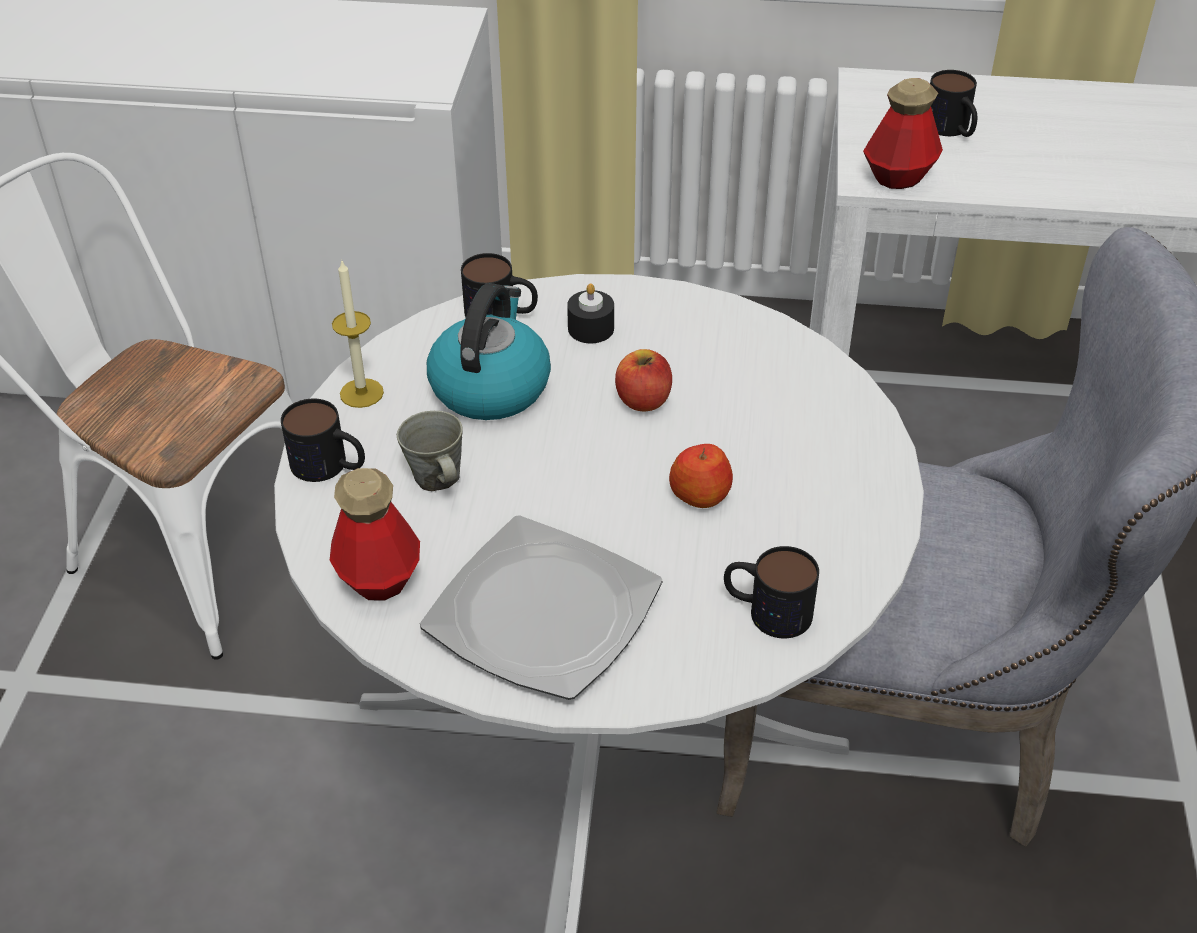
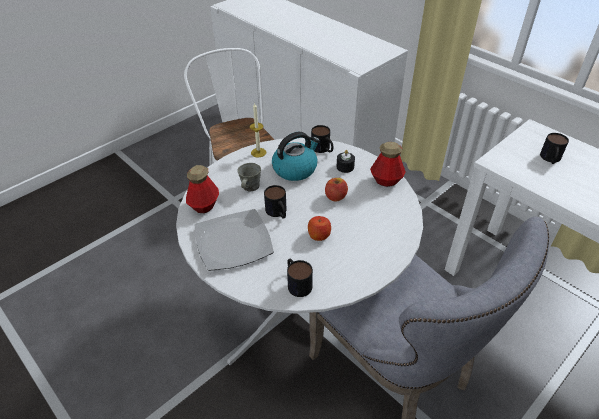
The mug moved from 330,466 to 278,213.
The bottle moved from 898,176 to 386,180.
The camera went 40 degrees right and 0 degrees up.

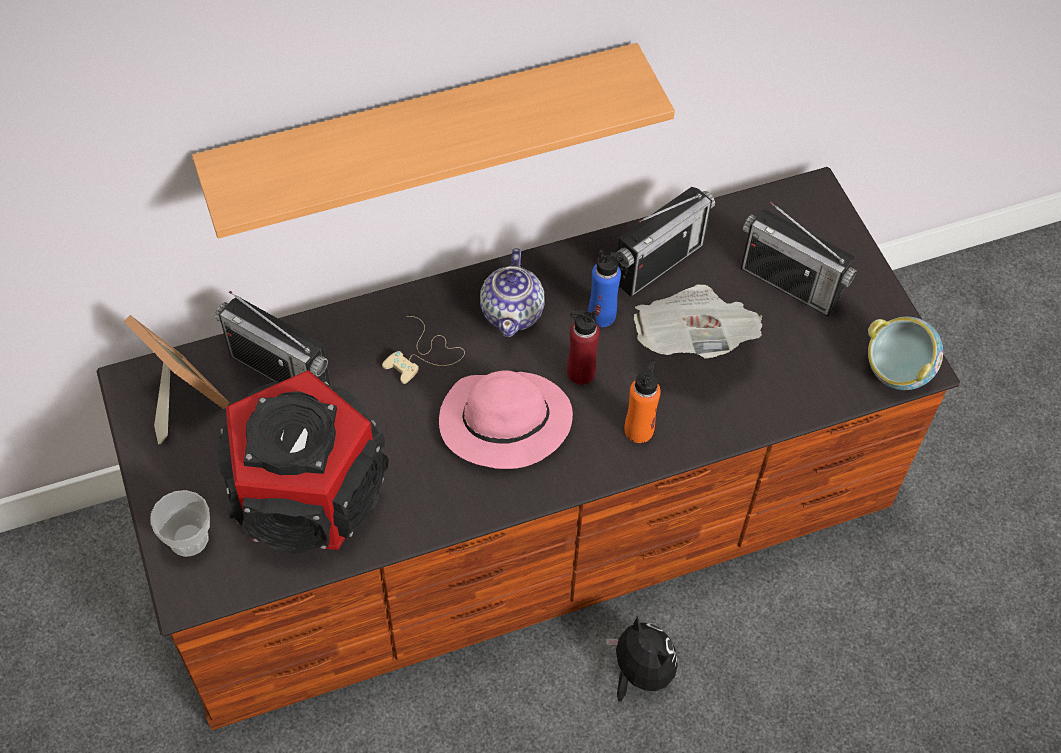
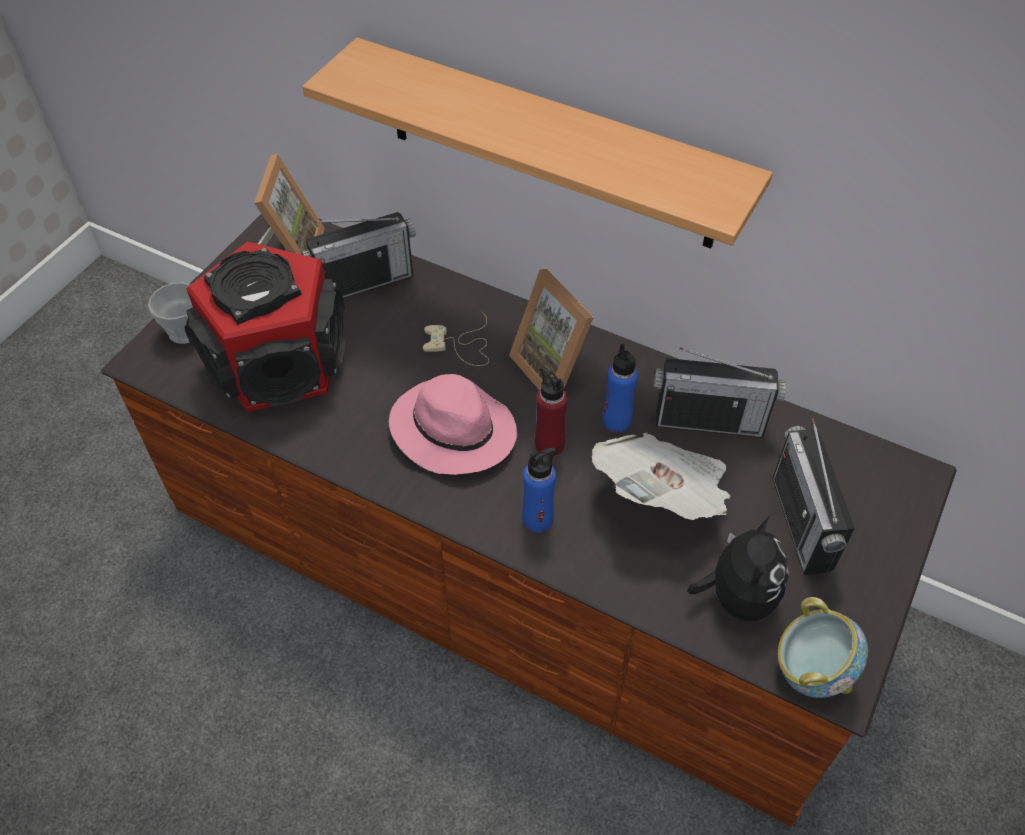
The radio_set at 280,371 turned 105 degrees counterclockwise.
The teapot at 513,312 was replaced by the standing_frame at 556,367.
The cuddly_toy moved from 639,672 to 737,596.
The orange-coloured_bottle at 639,430 became the bluish_bottle at 538,519.
The camera went 50 degrees right and 5 degrees down.

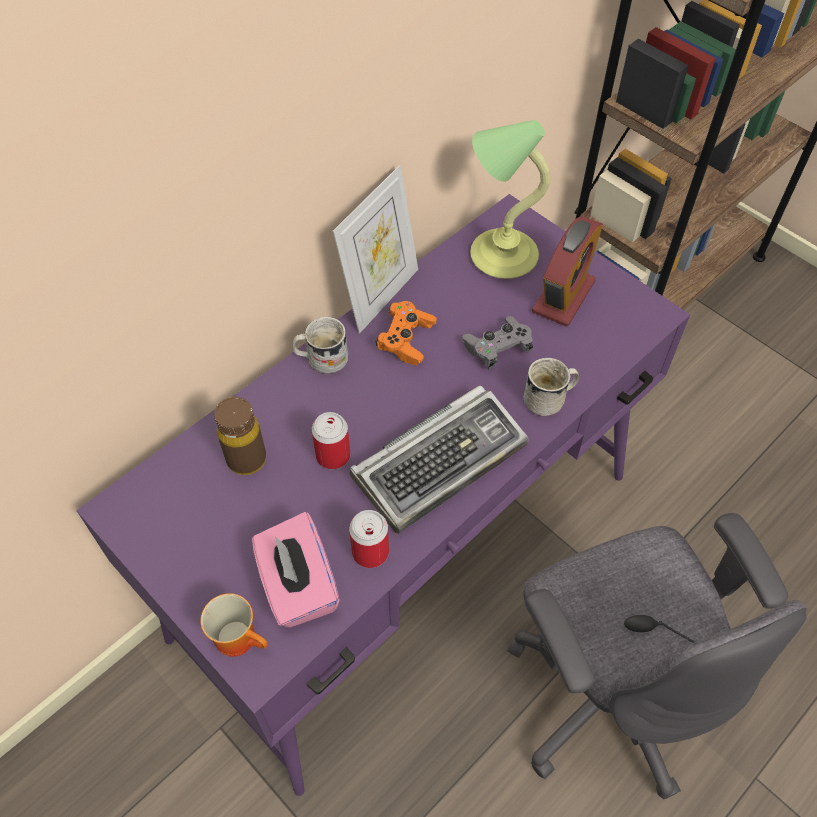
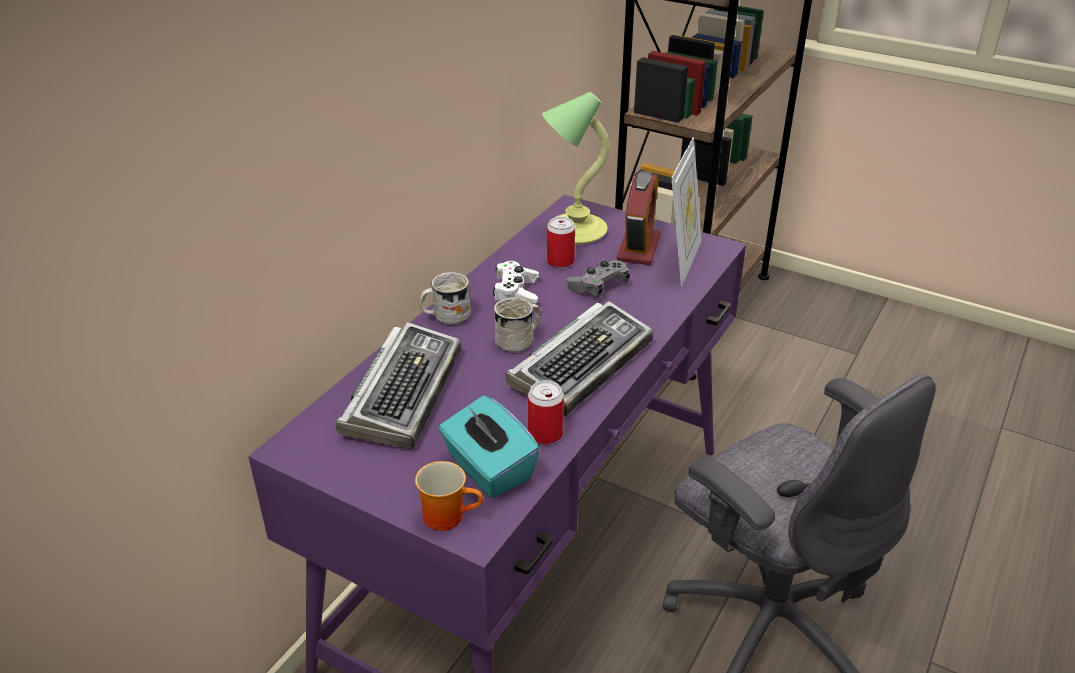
The brown_bottle at 246,459 was replaced by the computer_keyboard at 403,392.
The pink_tissue_box at 298,586 became the turquoise_tissue_box at 488,469.
The metal_can moved from 333,455 to 560,261.
The standing_frame moved from 380,296 to 682,261.
The orange-coloured_gamepad at 406,340 became the whitish_gamepad at 516,293.
The whitish_mug moved from 550,399 to 520,340.
The camera went 15 degrees left and 20 degrees down.

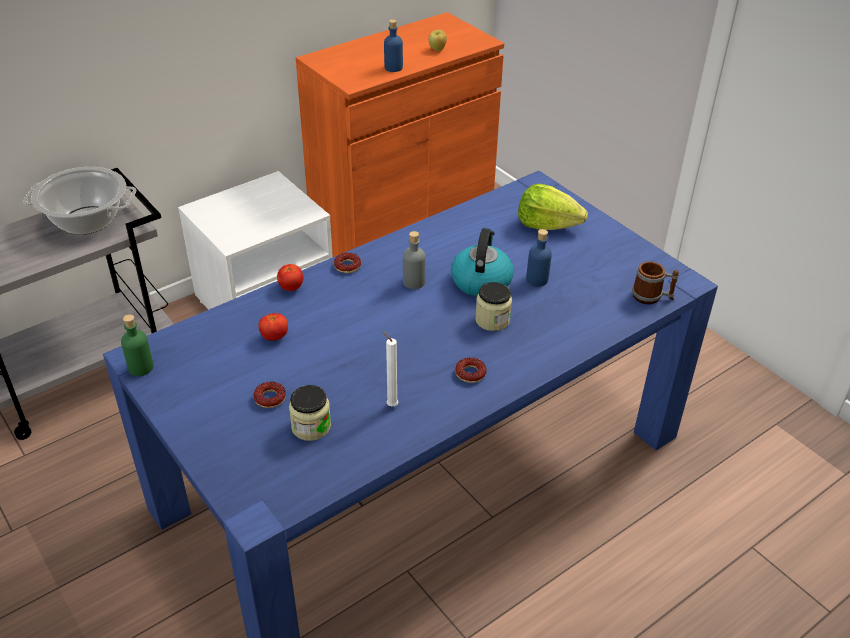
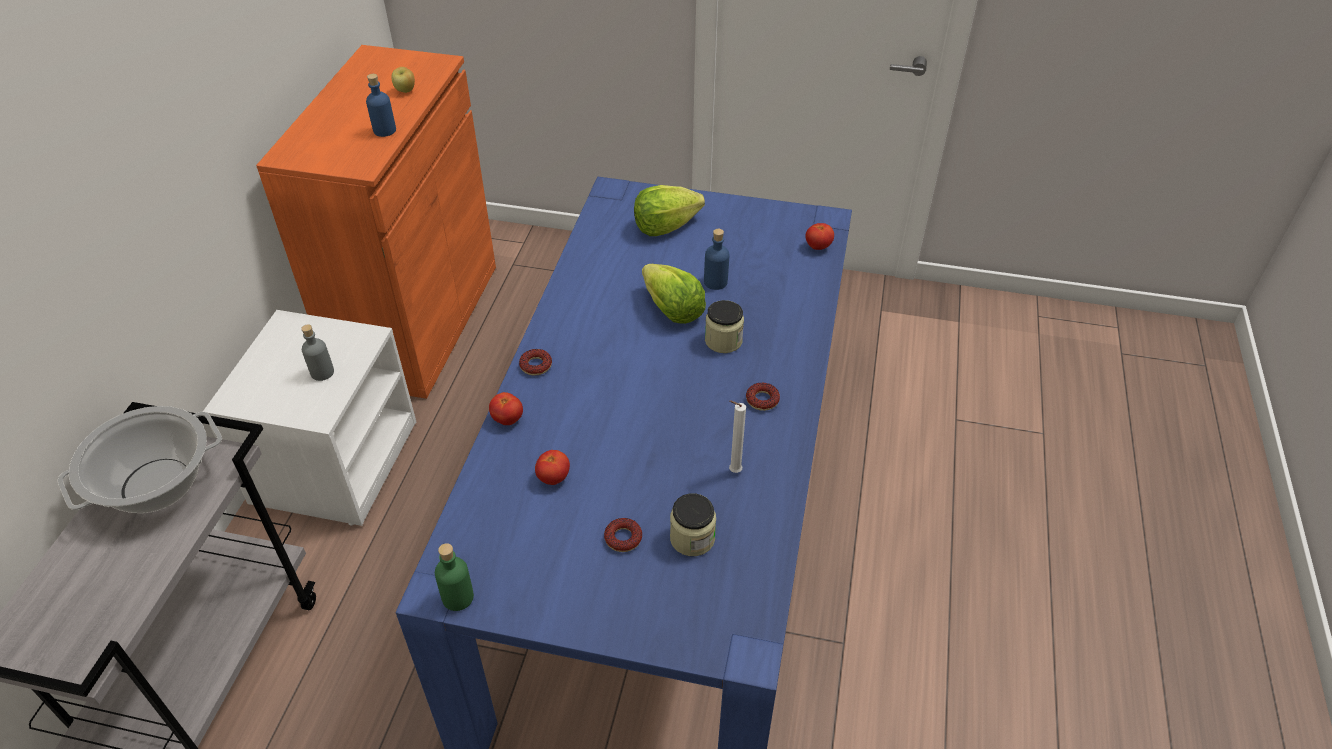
The greyish_bottle moved from 414,282 to 322,372.
The tea_kettle at 481,281 was replaced by the lettuce_head at 672,310.
The mug at 652,297 was replaced by the tomato at 818,246.
The camera went 40 degrees left and 5 degrees up.

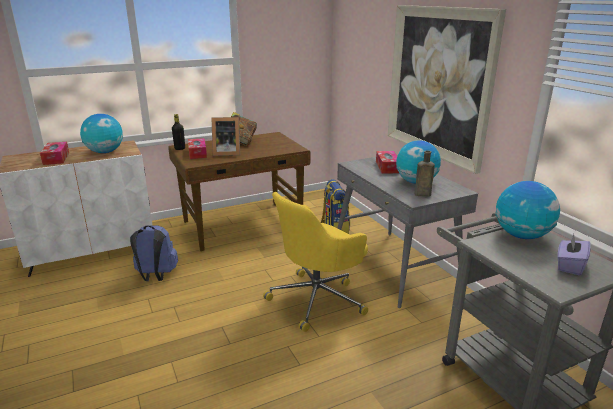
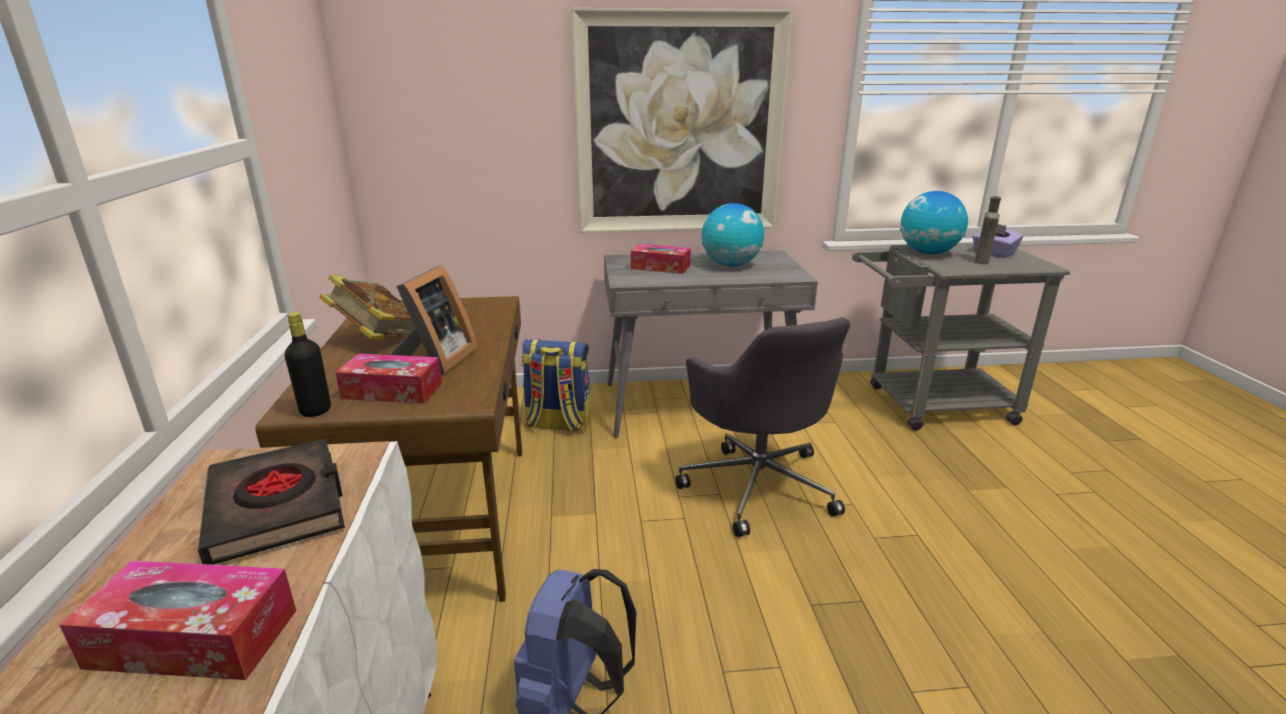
The globe at 105,152 was replaced by the black_bound_book at 277,506.
The yellowish_office_chair at 317,299 became the greyish_office_chair at 758,484.
The brown_bottle moved from 421,194 to 981,261.
The camera went 70 degrees left and 0 degrees up.

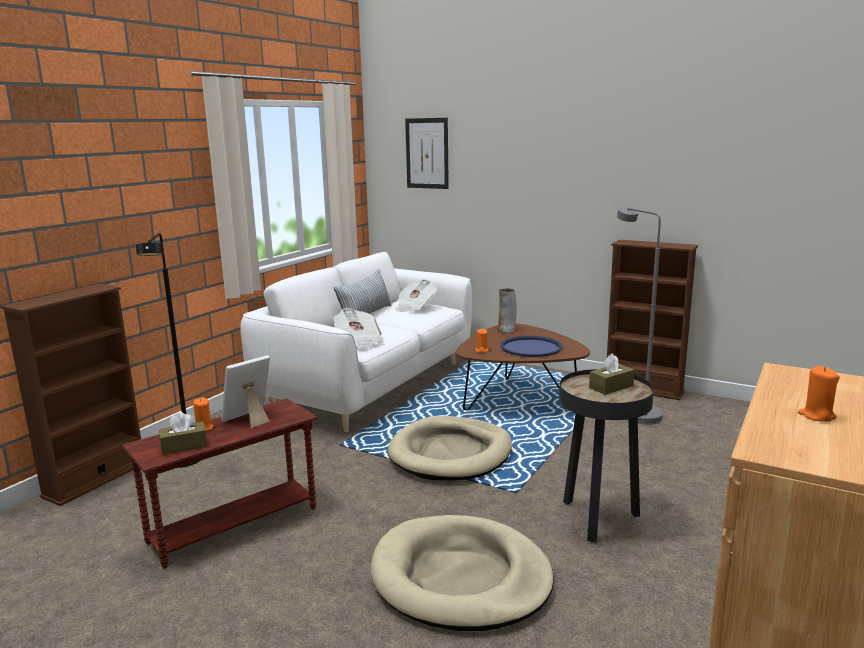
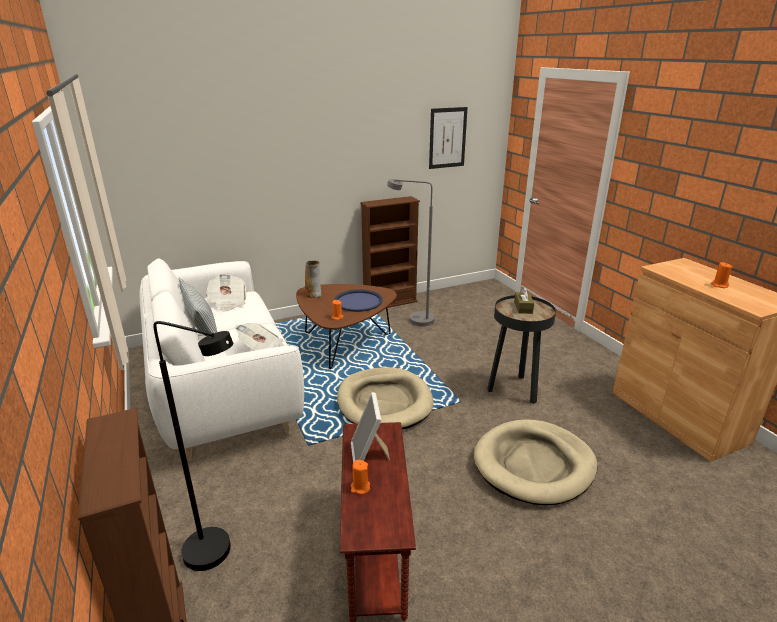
The brown_tissue_box at 184,446 disappeared.
The wall_art moved from 427,153 to 447,138.
The camera went 55 degrees left and 10 degrees up.

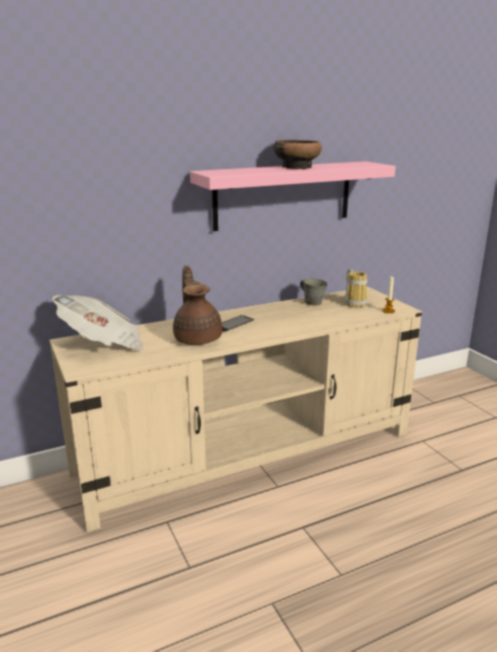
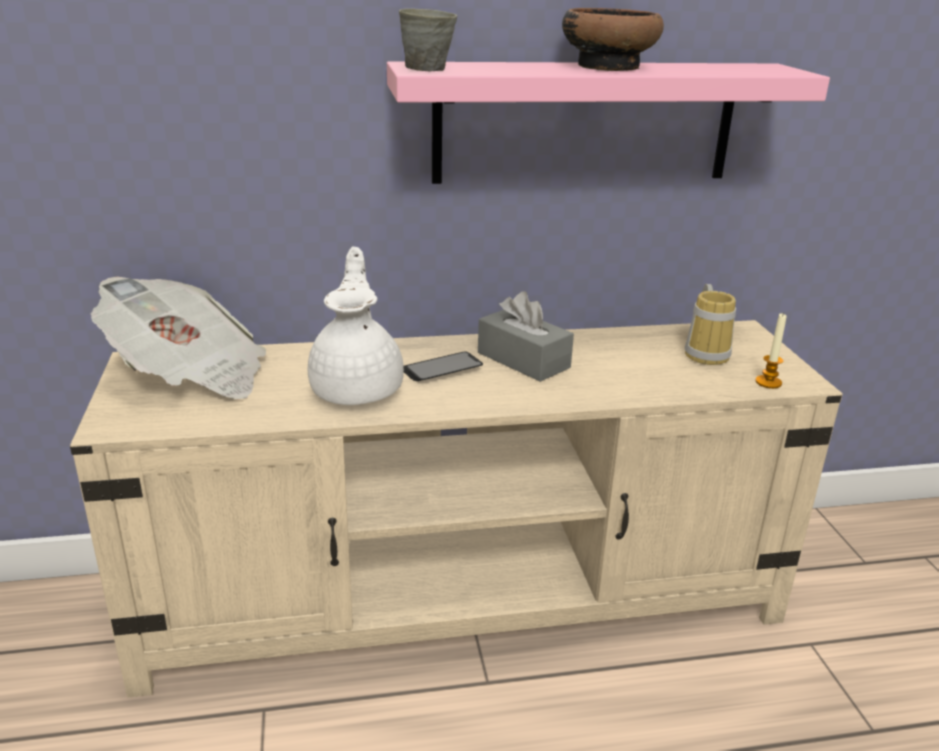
The brown_teapot at 198,338 became the whitish_teapot at 358,388.
The greyish_mug moved from 312,302 to 425,68.
The greyish_tissue_box at 523,360 appeared.
The camera went 15 degrees right and 5 degrees up.

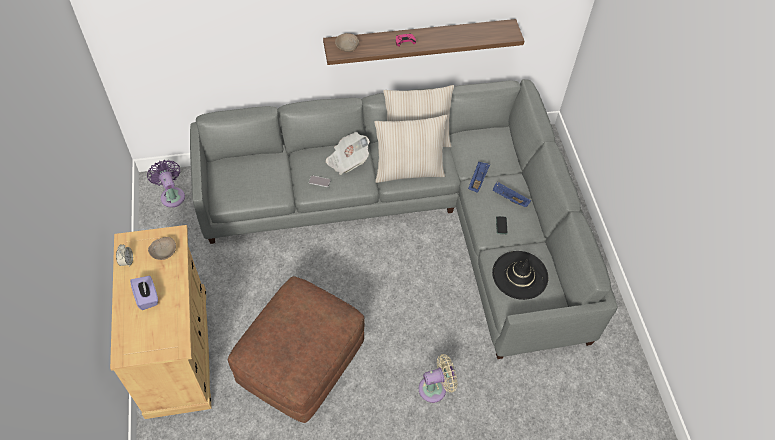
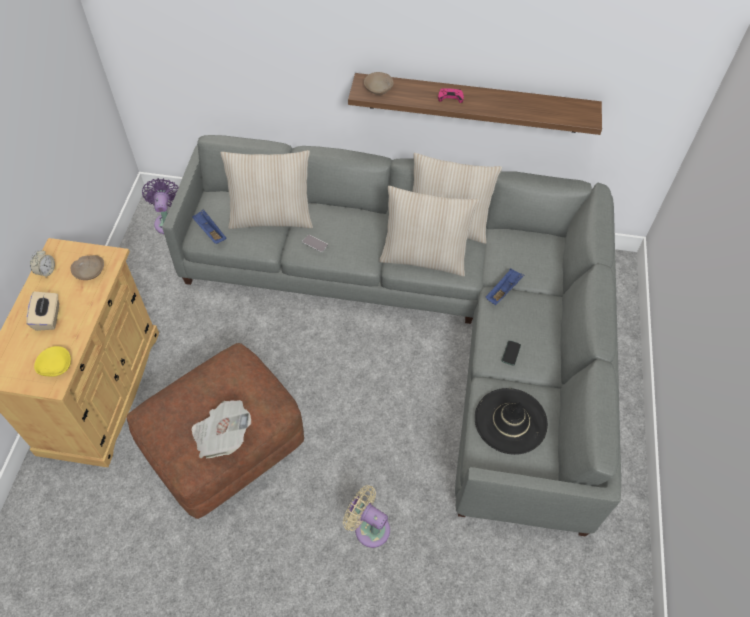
The purple-coloured_tissue_box at 147,297 became the beige-coloured_tissue_box at 48,318.
The newspaper moved from 347,160 to 222,436.
The beige-coloured_fan at 435,388 turned 150 degrees counterclockwise.
The bluish_tray moved from 509,199 to 210,232.
The yellowish_serving_bowl at 56,366 appeared.
The beige-coloured_pillow at 271,217 appeared.
The camera went 20 degrees right and 0 degrees up.

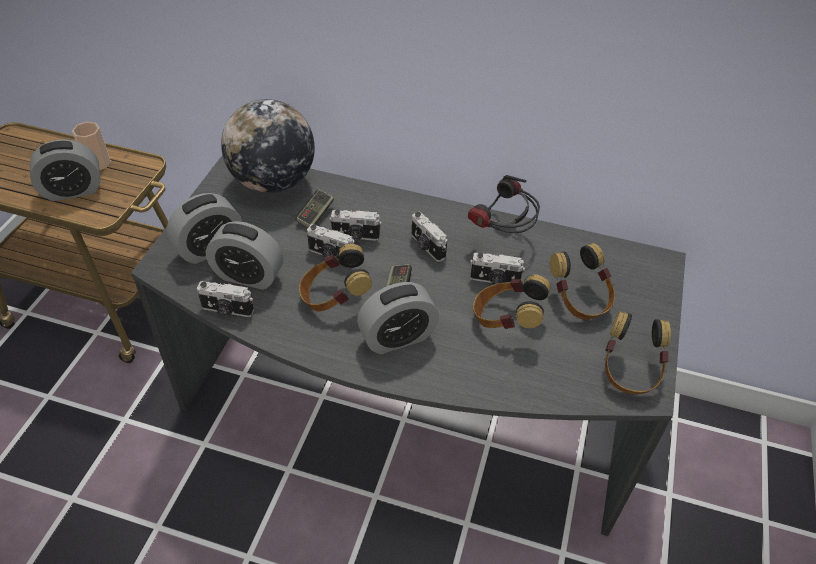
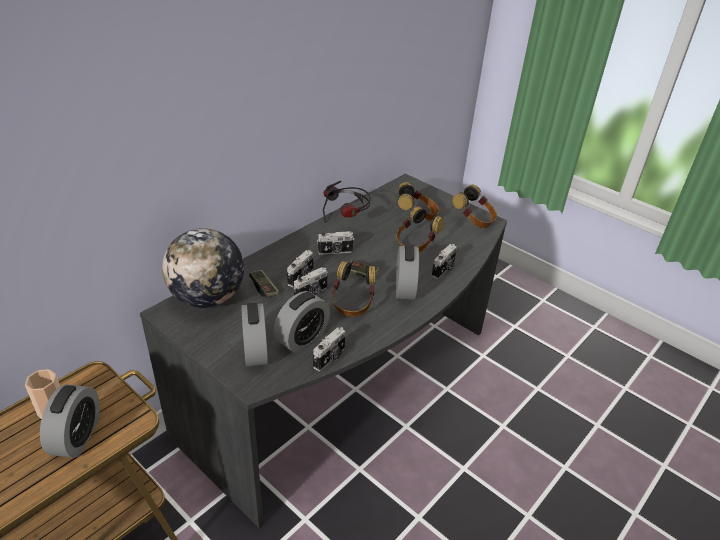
The photo_camera moved from 494,280 to 444,269.
The camera went 65 degrees left and 10 degrees down.

